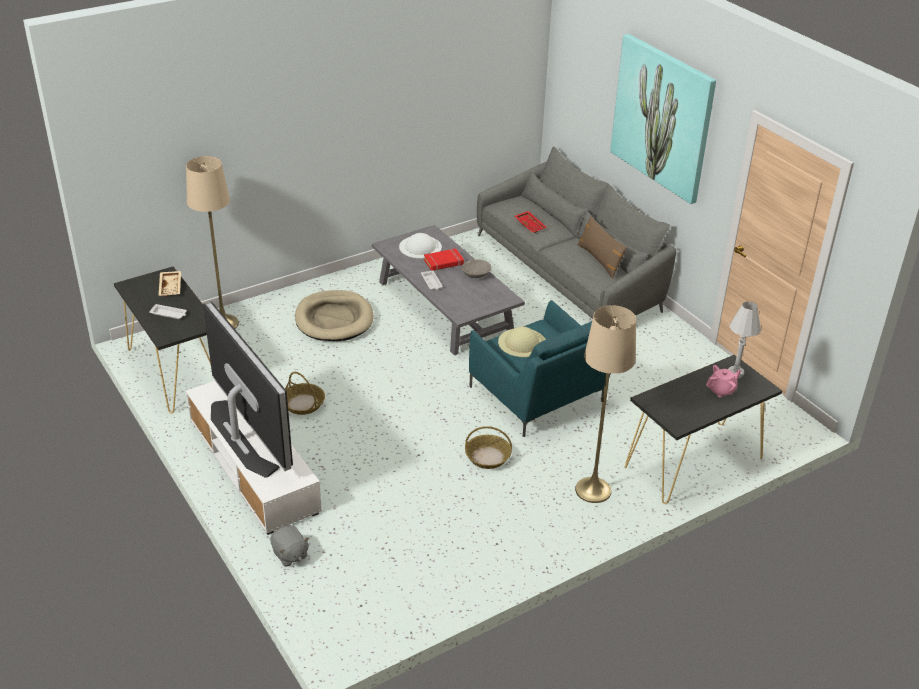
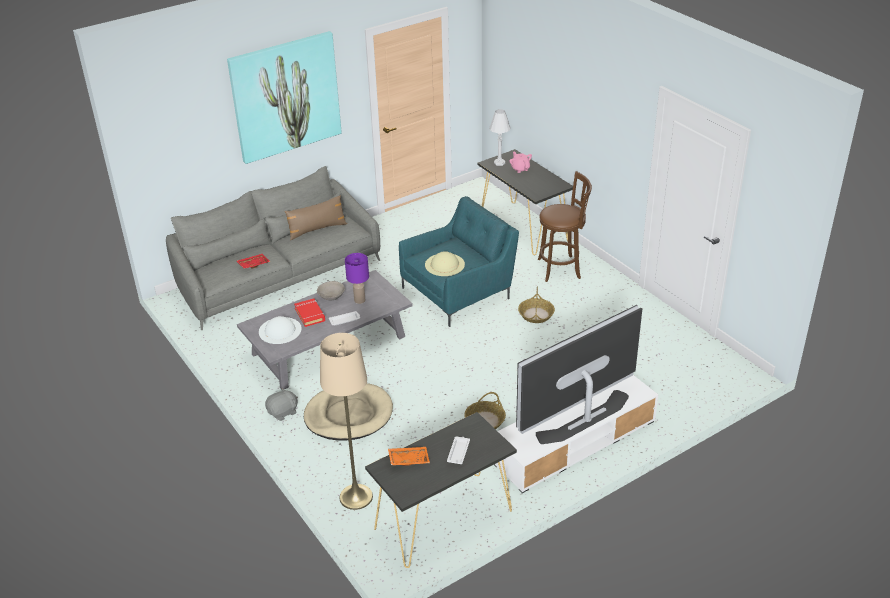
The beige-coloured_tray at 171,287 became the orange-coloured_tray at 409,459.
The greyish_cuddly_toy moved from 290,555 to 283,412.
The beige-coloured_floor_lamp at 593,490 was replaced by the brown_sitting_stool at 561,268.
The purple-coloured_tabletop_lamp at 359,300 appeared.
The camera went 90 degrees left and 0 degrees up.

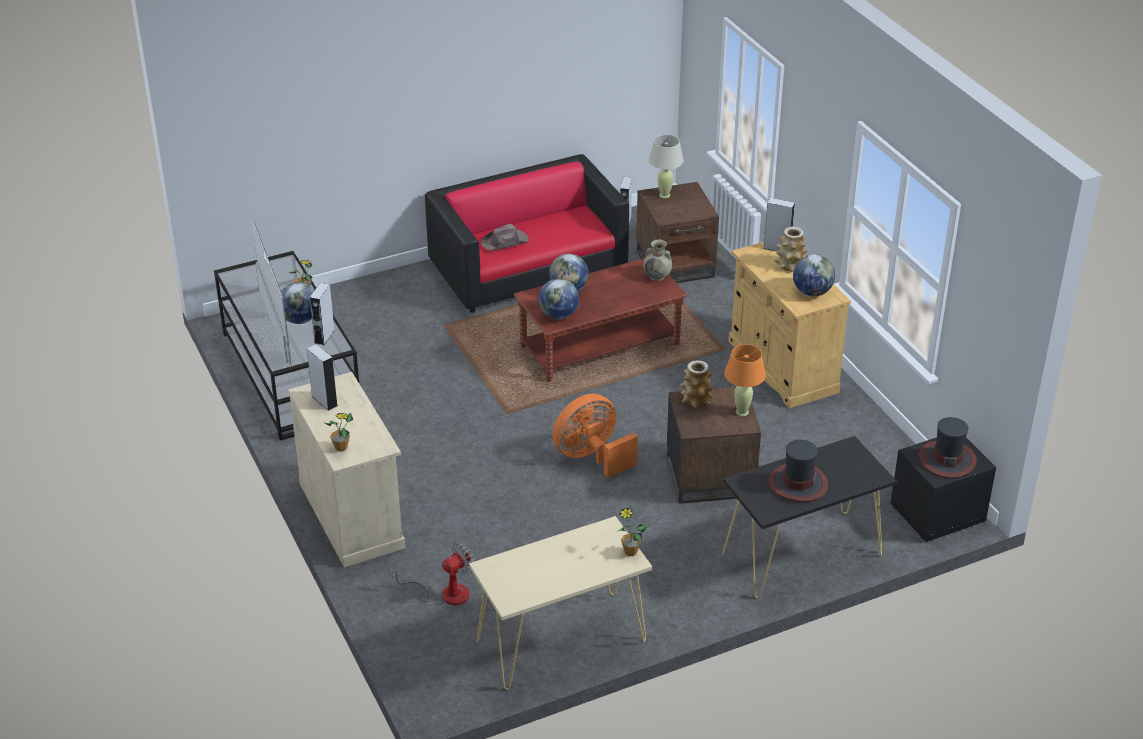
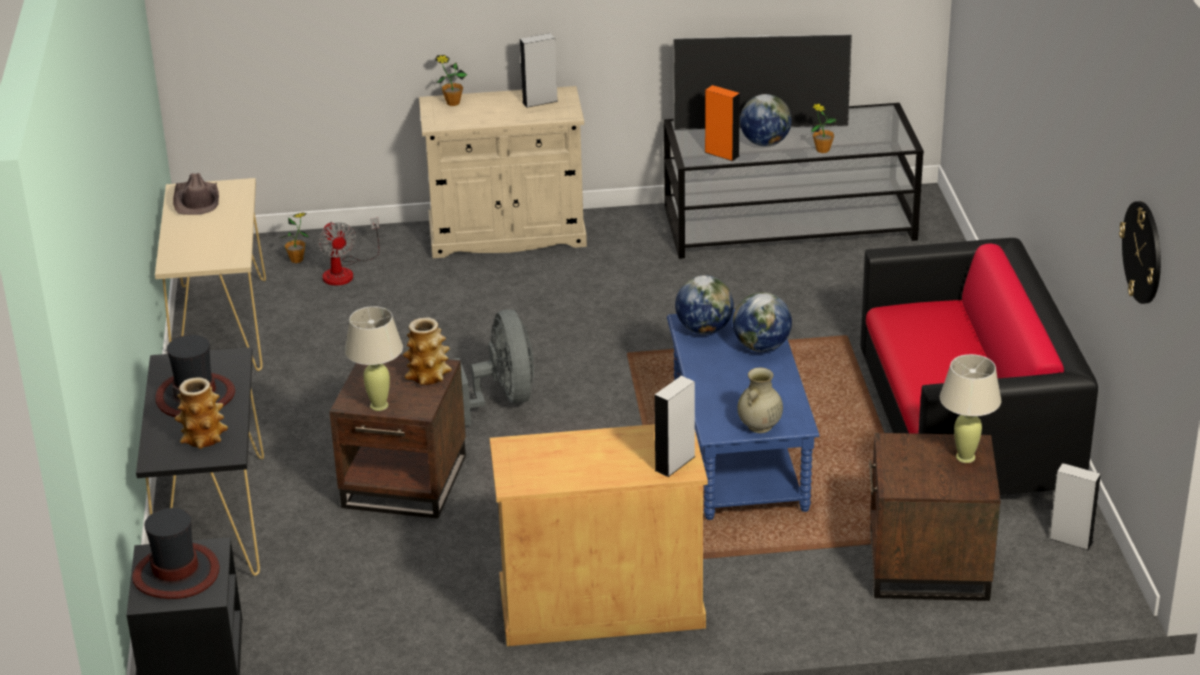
The greyish_speaker at 324,336 became the orange-coloured_speaker at 722,154.
The brown_hat moved from 505,242 to 196,200.
The brown_lounge_table at 600,345 became the bluish_lounge_table at 739,451.
The orange-coloured_fan at 592,457 became the greyish_fan at 502,400.
The plant_in_a_pot moved from 630,552 to 297,260.
The orange-coloured_tabletop_lamp at 742,412 became the beige-coloured_tabletop_lamp at 379,405.
The decorative_vase moved from 789,265 to 203,438.
The globe at 812,292 disappeared.
The wall_clock at 1143,252 appeared.
The camera went 110 degrees right and 5 degrees down.

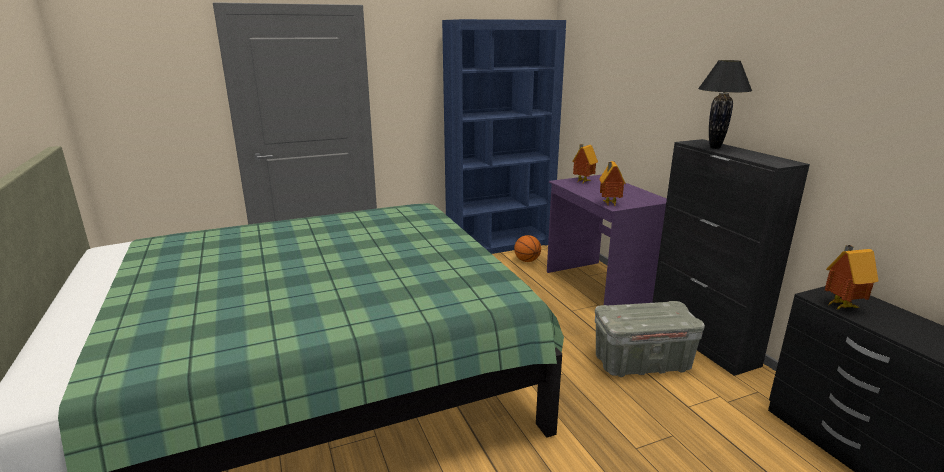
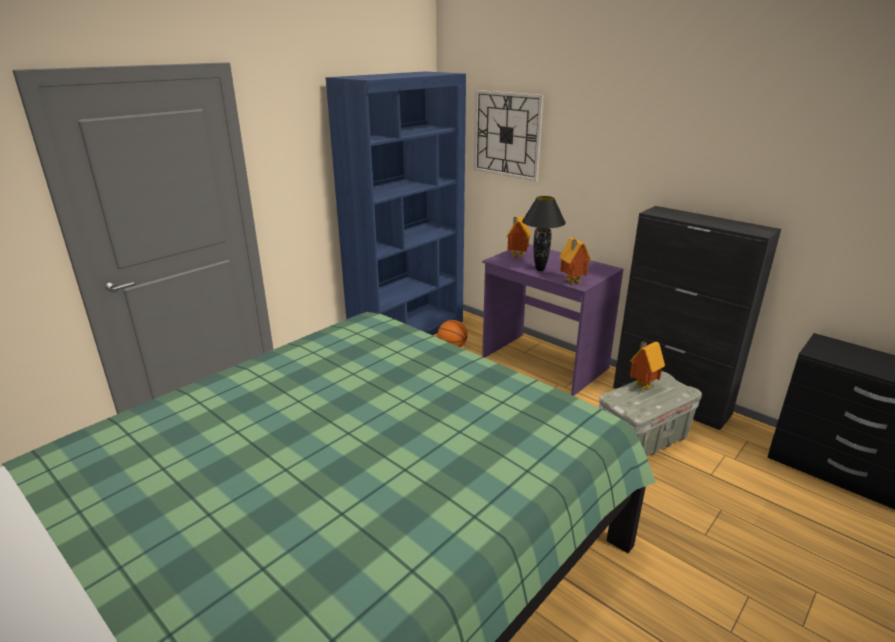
The black_tabletop_lamp moved from 715,147 to 540,269.
The toy_house moved from 840,305 to 641,386.
The wall_clock at 507,135 appeared.
The camera went 25 degrees left and 5 degrees up.

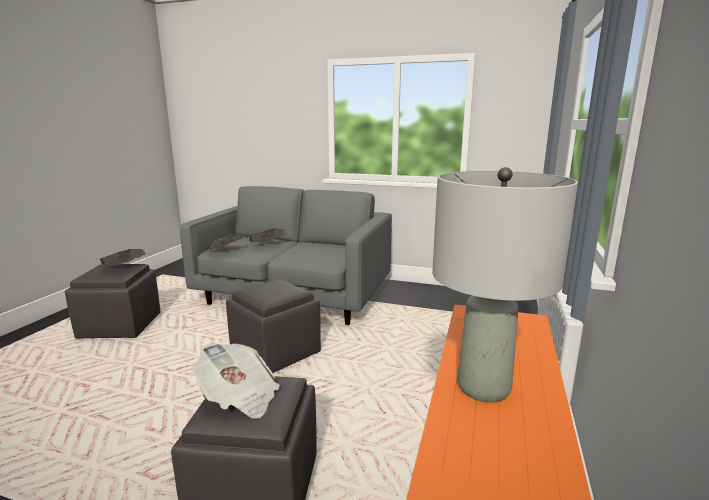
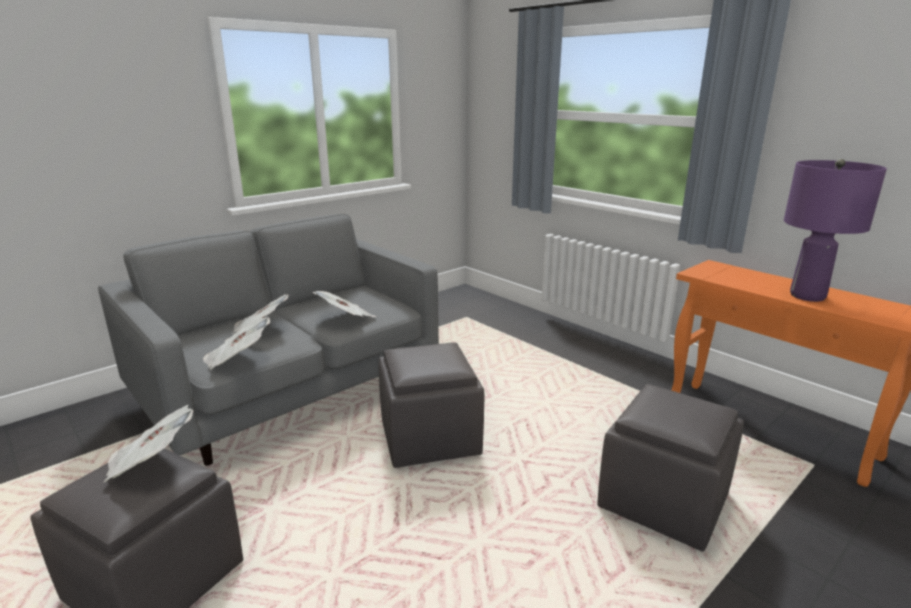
The newspaper moved from 239,397 to 346,319.
The greyish_tabletop_lamp at 484,388 became the purple-coloured_tabletop_lamp at 808,296.
The camera went 60 degrees left and 5 degrees up.

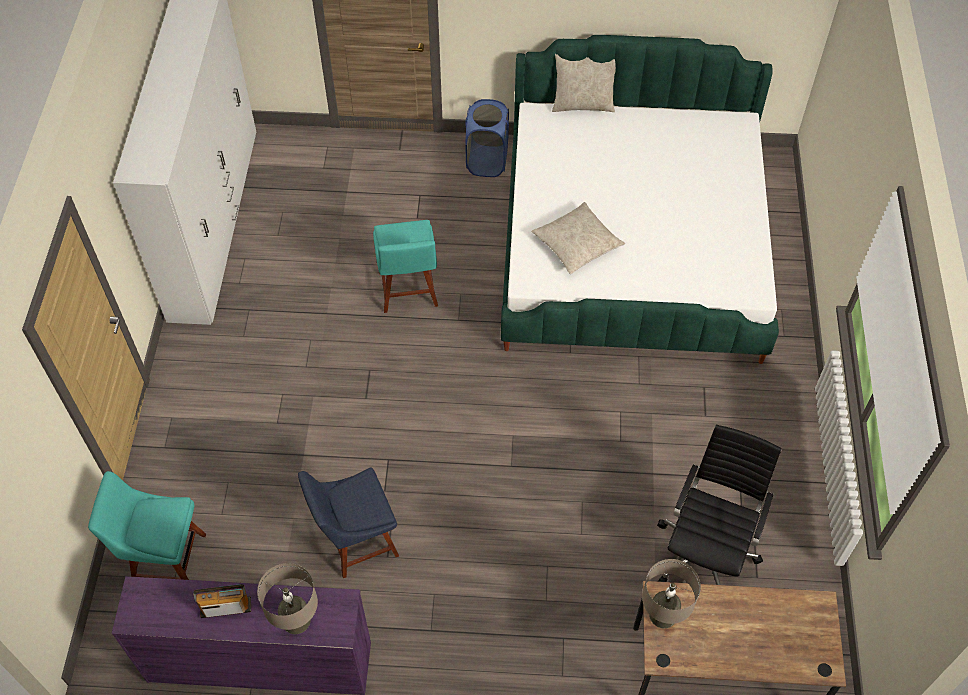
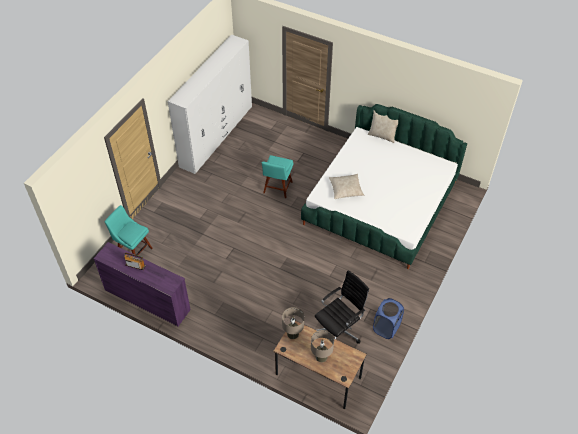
The beige-coloured_tabletop_lamp moved from 296,620 to 321,356.
The bluish_upright_chair at 356,542 disappeared.
The bluish_washing_basket moved from 487,161 to 386,328.
The camera went 25 degrees right and 5 degrees down.

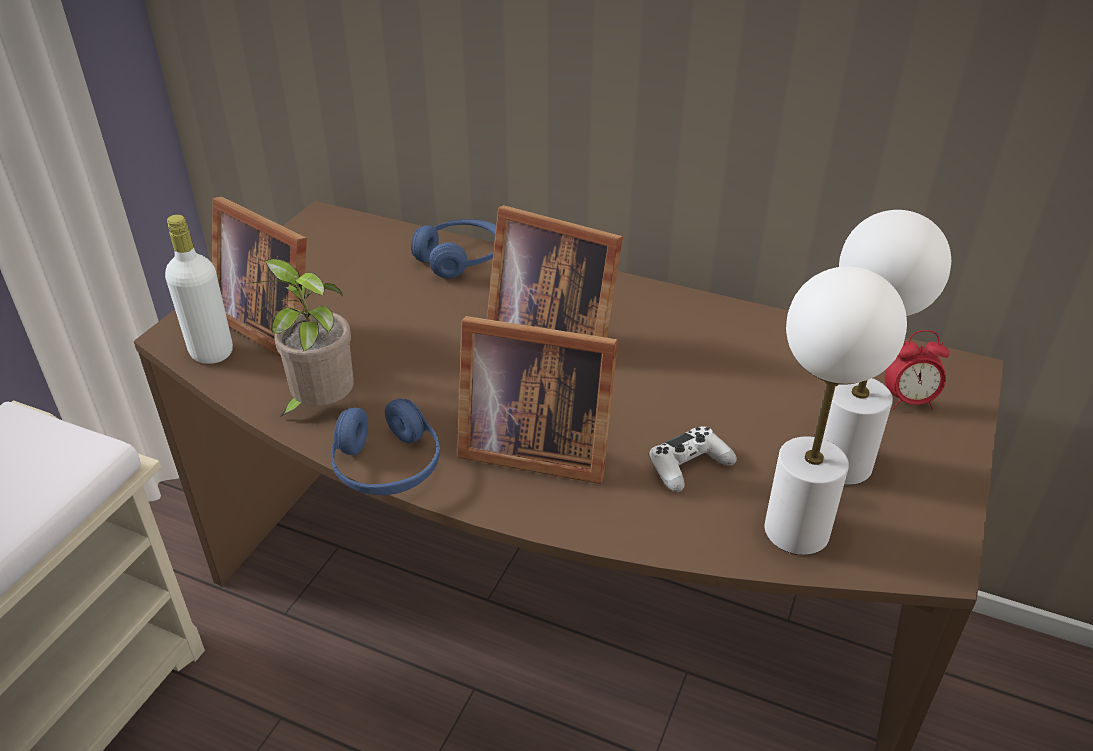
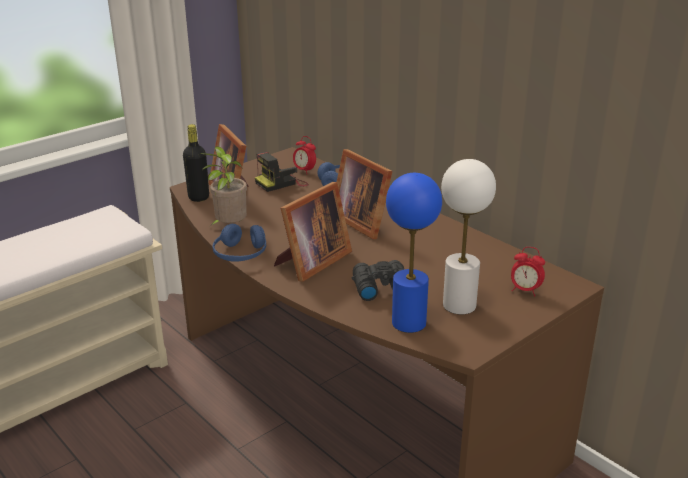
The whitish_bottle at 211,352 became the black_bottle at 198,197.
The standing_frame at 531,446 turned 90 degrees counterclockwise.
The whitish_gamepad at 689,466 was replaced by the black_pair_of_binoculars at 380,287.
The whitish_tabletop_lamp at 795,530 became the bluish_tabletop_lamp at 408,322.
The photo_camera at 281,183 appeared.
The alarm_clock at 304,171 appeared.
The camera went 25 degrees right and 10 degrees down.

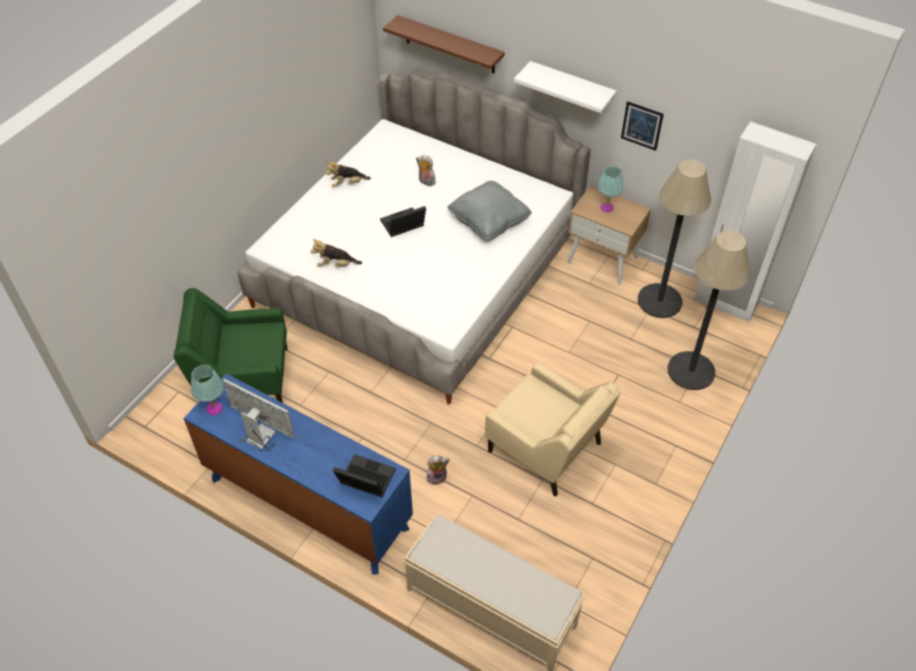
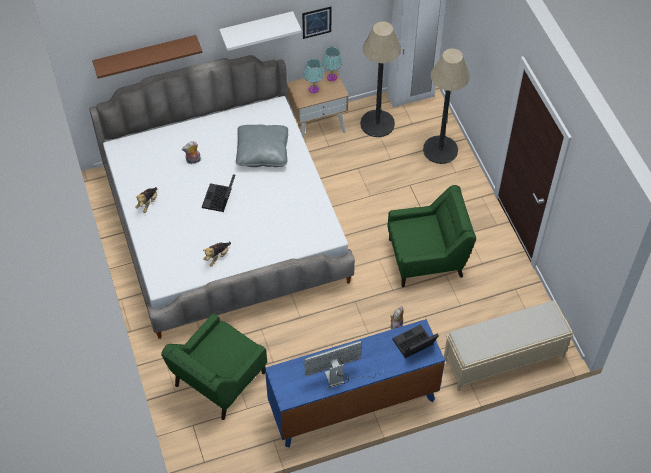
The turquoise_tabletop_lamp moved from 214,408 to 331,77.
The beige-coloured_easy_chair at 546,449 became the greenish_easy_chair at 427,258.
The camera went 50 degrees left and 5 degrees up.

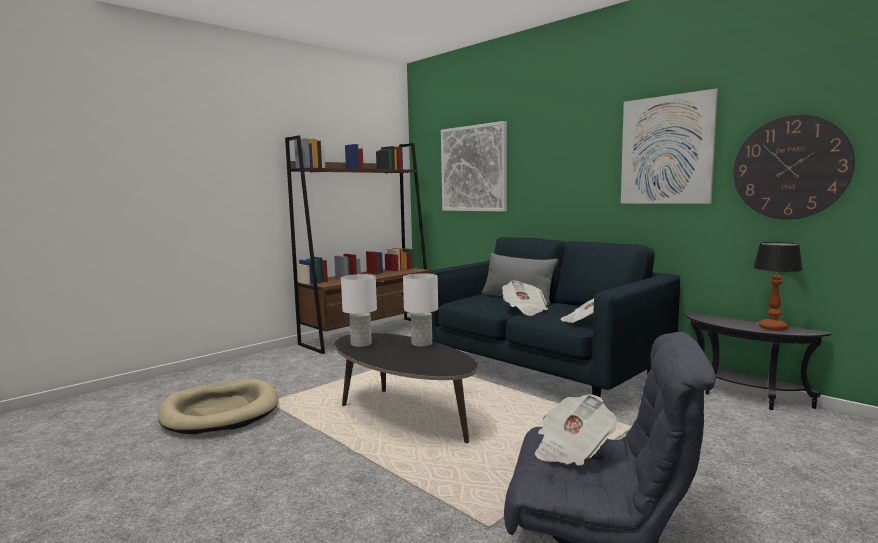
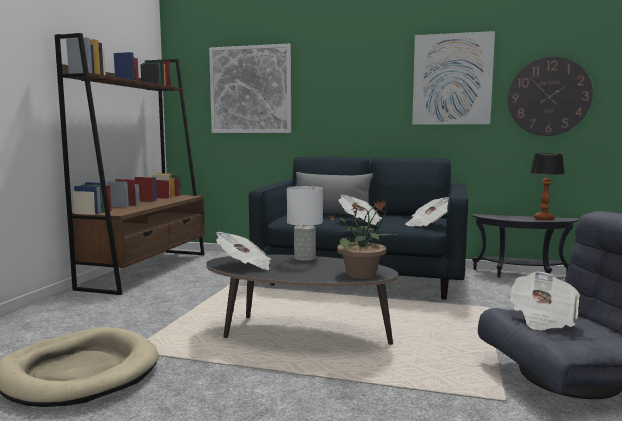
The whitish_tabletop_lamp at 361,344 was replaced by the newspaper at 245,265.
The plant_in_a_pot at 362,274 appeared.
The camera went 30 degrees left and 0 degrees up.

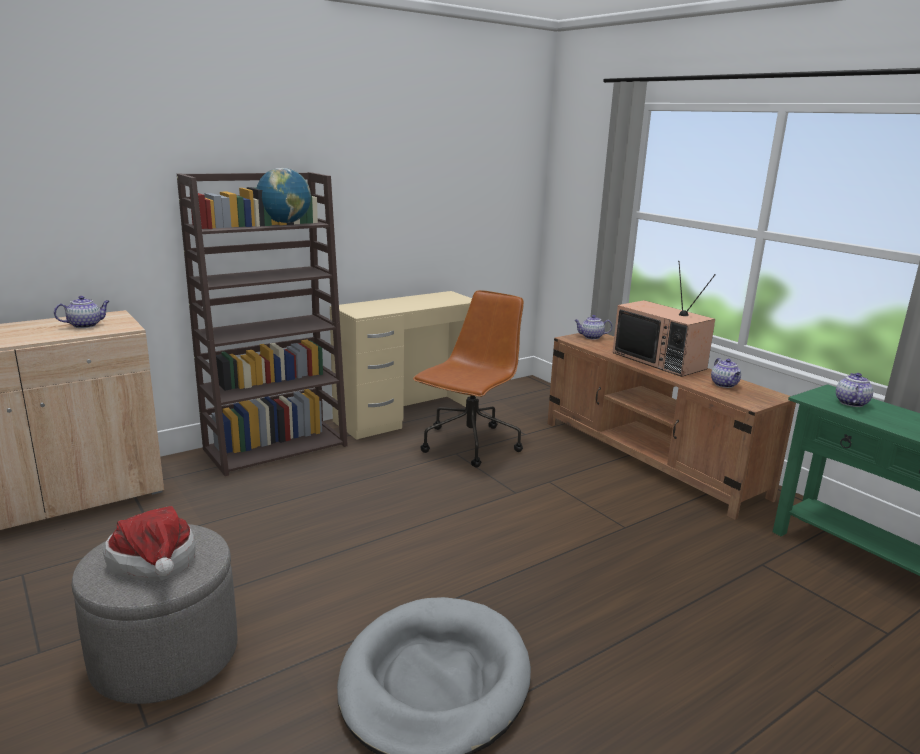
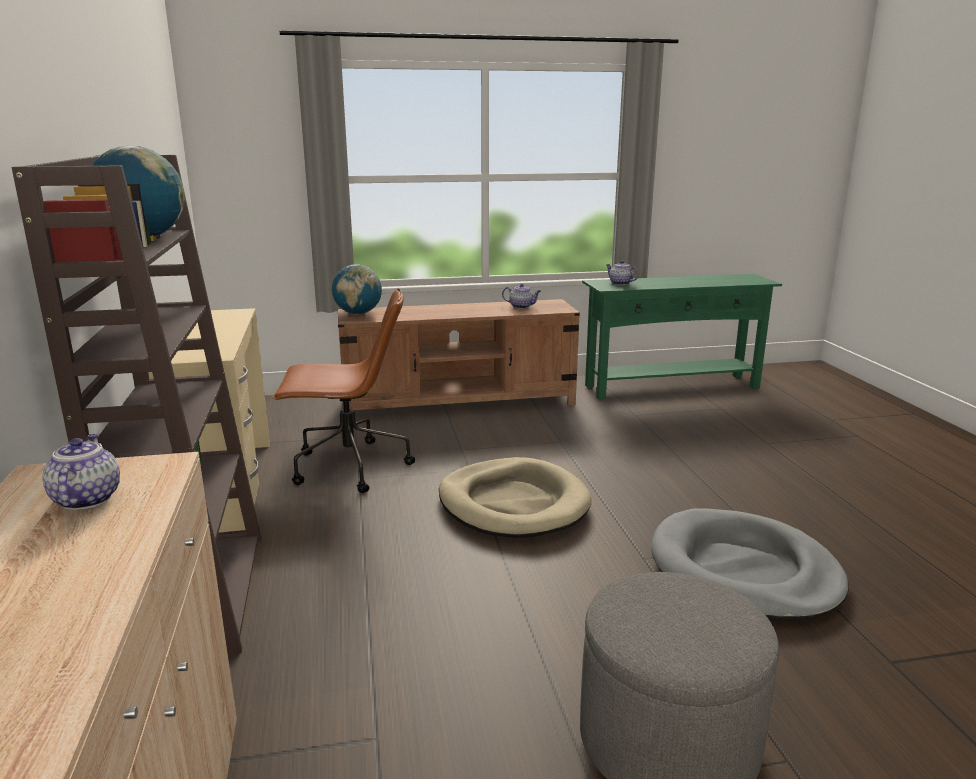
The hat at 154,565 disappeared.
The brown_office_chair at 469,445 turned 120 degrees clockwise.
The teapot at 591,337 was replaced by the globe at 358,313.
The television at 660,361 disappeared.
The beige-coloured_dog_cushion at 513,504 appeared.
The camera went 65 degrees left and 0 degrees up.

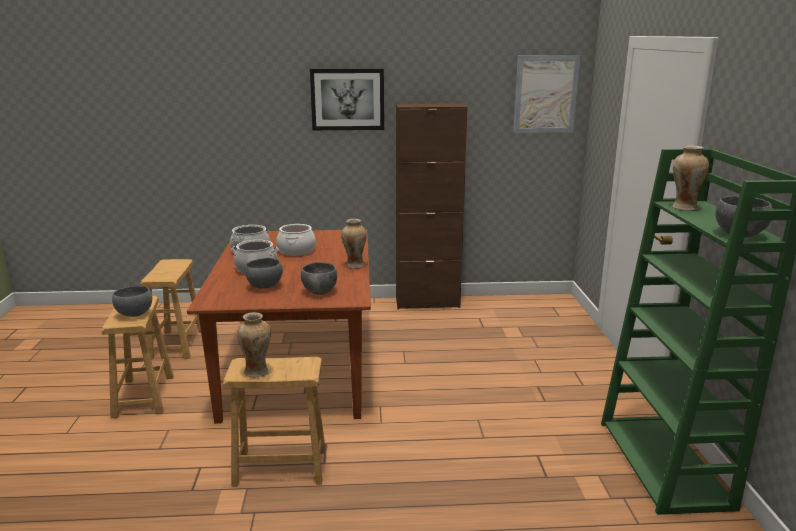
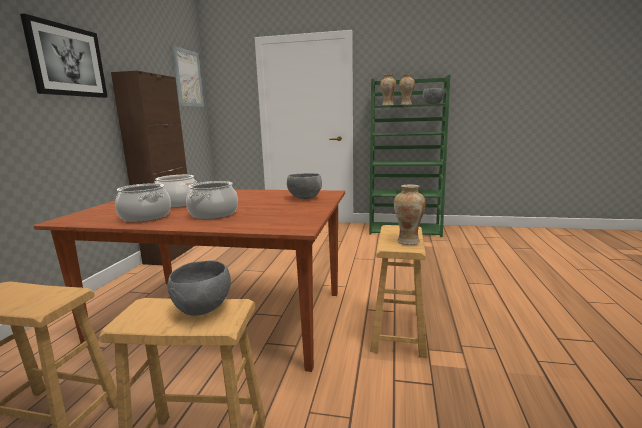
The greyish_serving_bowl at 265,286 disappeared.
The decorative_vase moved from 354,265 to 406,105.
The camera went 75 degrees left and 5 degrees down.

